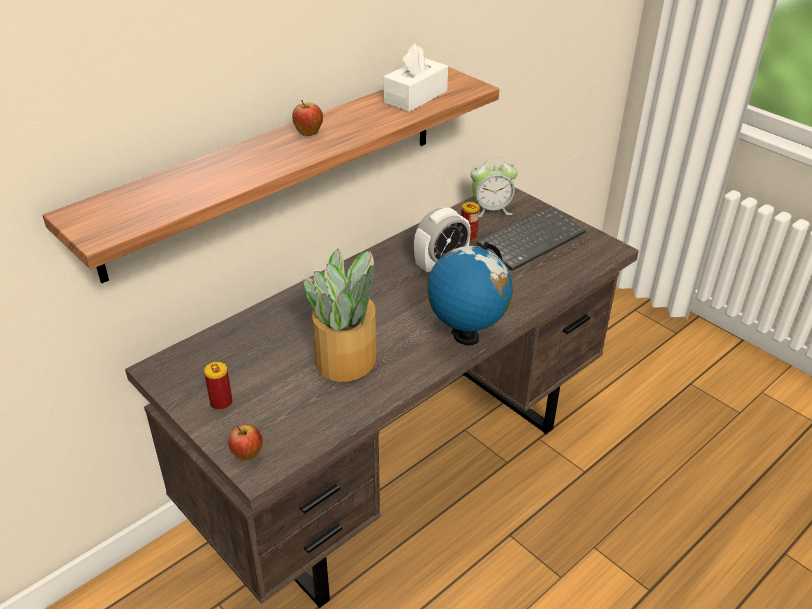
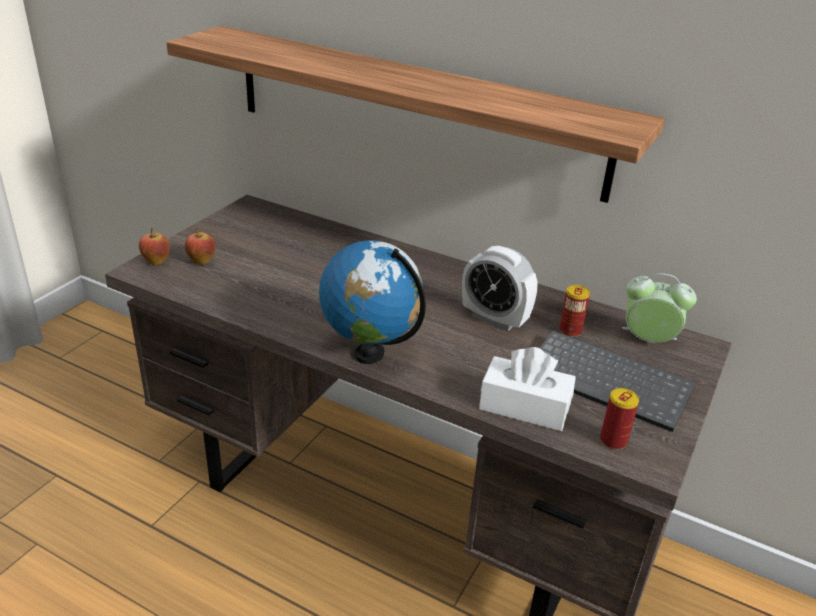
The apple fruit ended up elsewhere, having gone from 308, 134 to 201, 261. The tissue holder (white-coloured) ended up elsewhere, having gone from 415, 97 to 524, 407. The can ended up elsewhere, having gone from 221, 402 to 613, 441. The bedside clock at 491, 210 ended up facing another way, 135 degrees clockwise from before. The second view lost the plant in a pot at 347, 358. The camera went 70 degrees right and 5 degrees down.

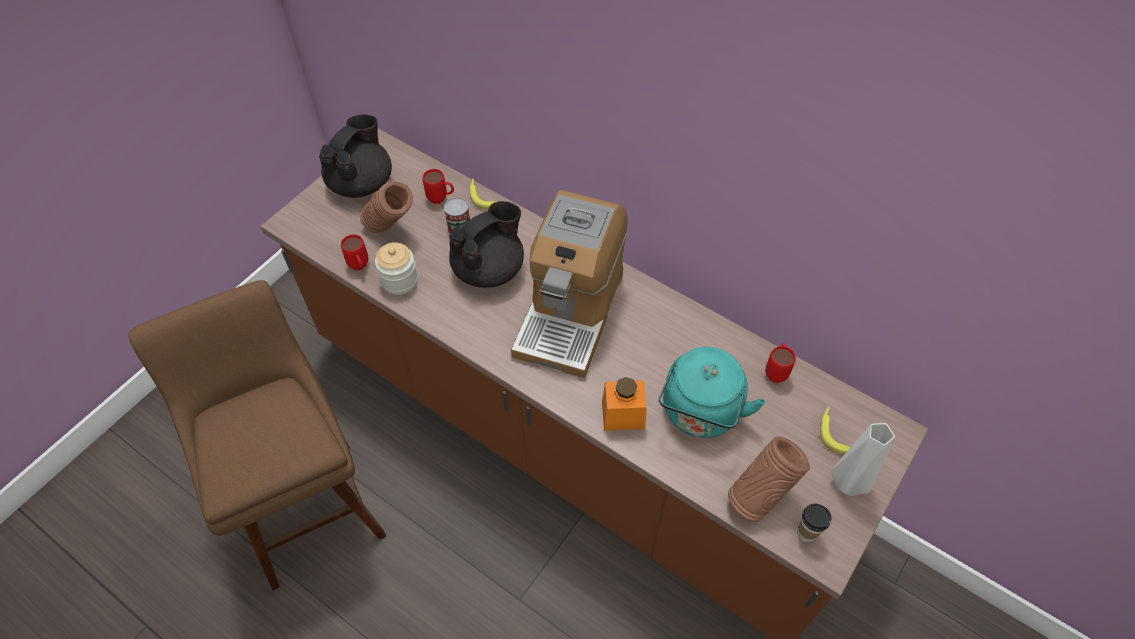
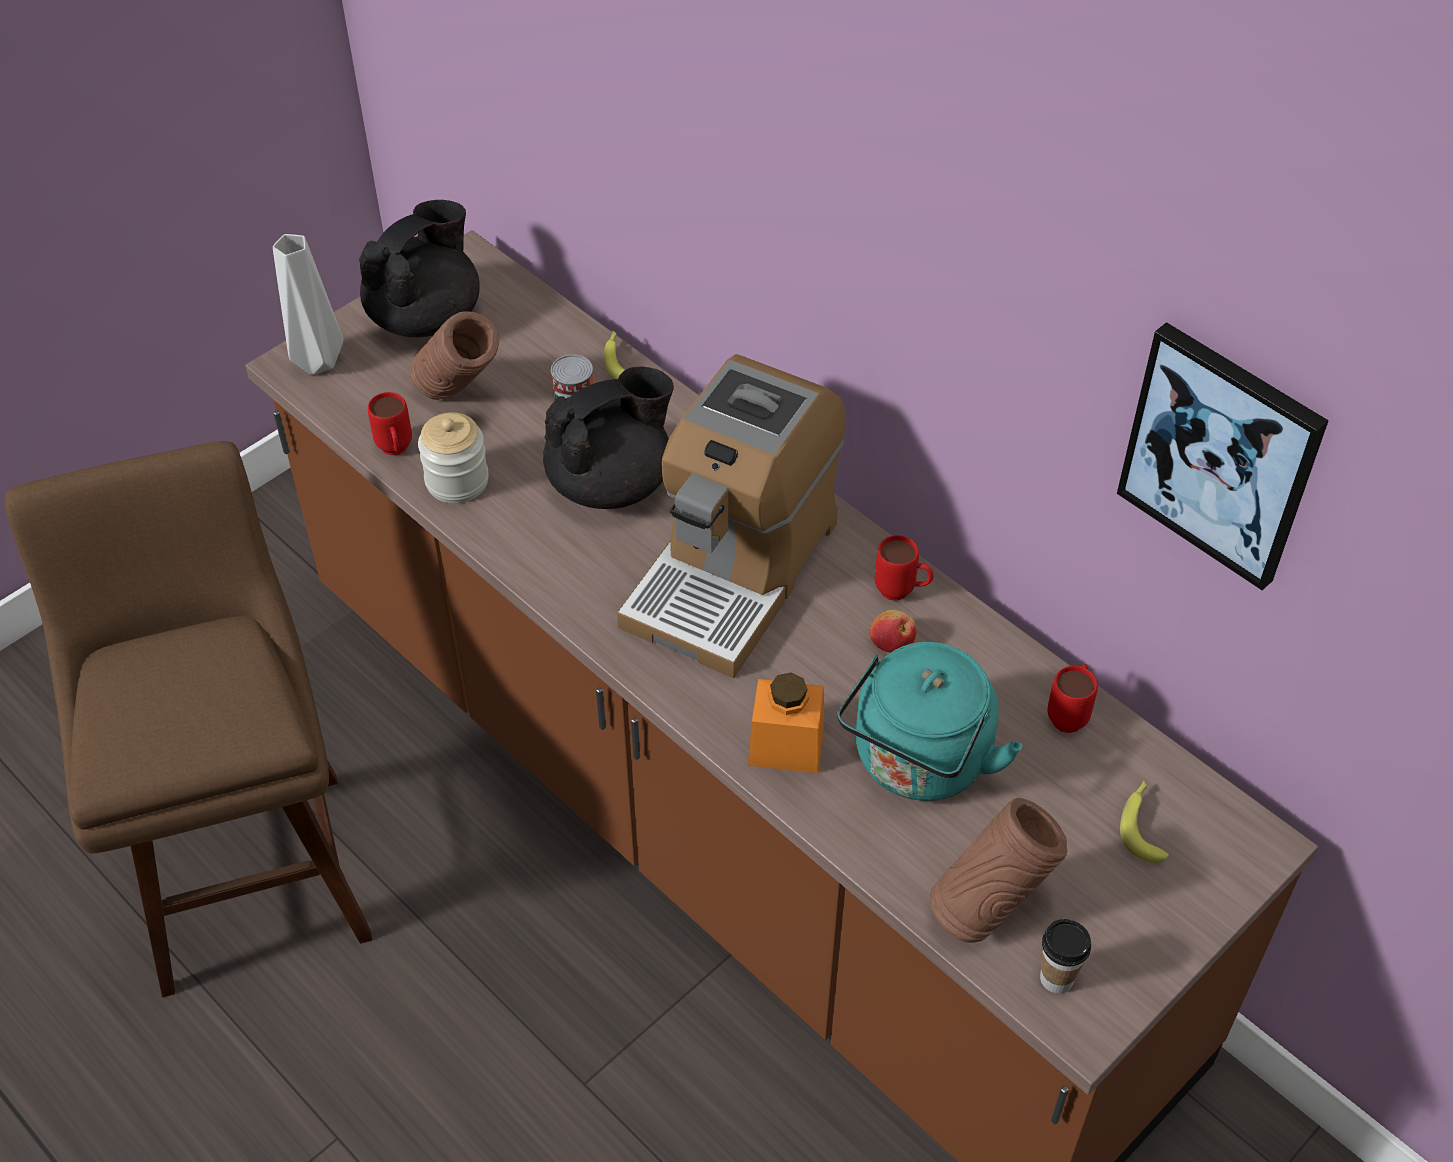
The vase (greyish) ended up elsewhere, having gone from 847, 485 to 315, 364. The second view gained the apple fruit at 892, 642. The coffee mug (reddish) ended up elsewhere, having gone from 441, 199 to 902, 592. The second view gained the wall picture at 1221, 454. The camera went 10 degrees right and 5 degrees down.

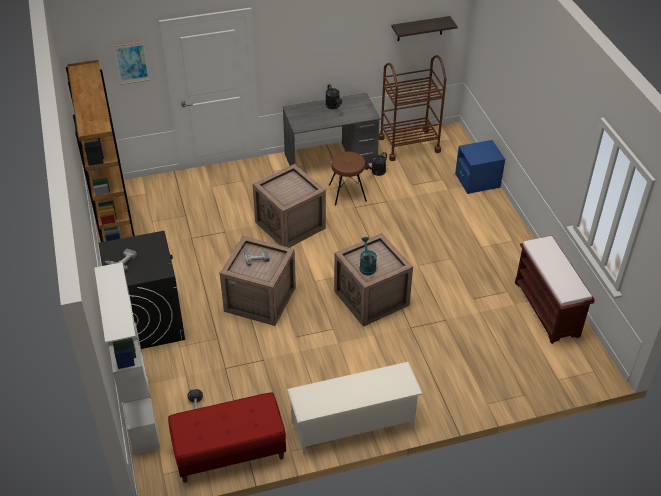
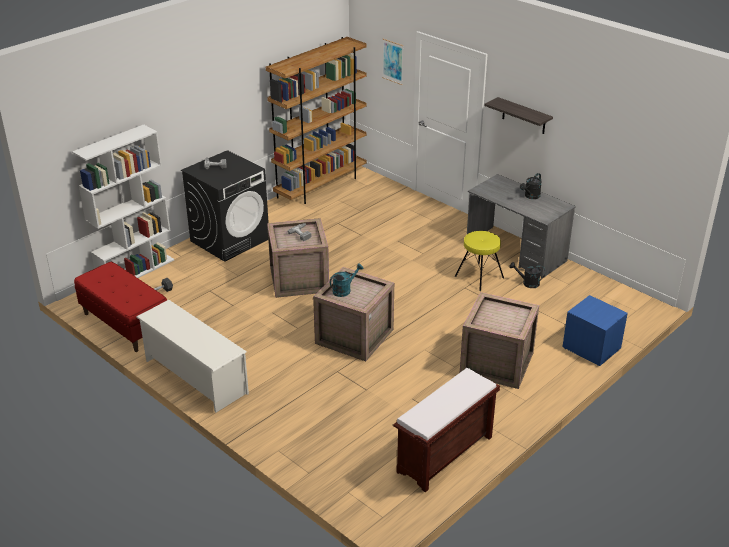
What was the stool (brown-coloured) at 347, 193 turned into the stool (yellowish) at 479, 277. The crate ended up elsewhere, having gone from 291, 225 to 497, 364. The wall shelf ended up elsewhere, having gone from 420, 28 to 524, 116. The second view lost the wheeled cart (brown-coloured) at 409, 144. The camera went 60 degrees right and 10 degrees down.

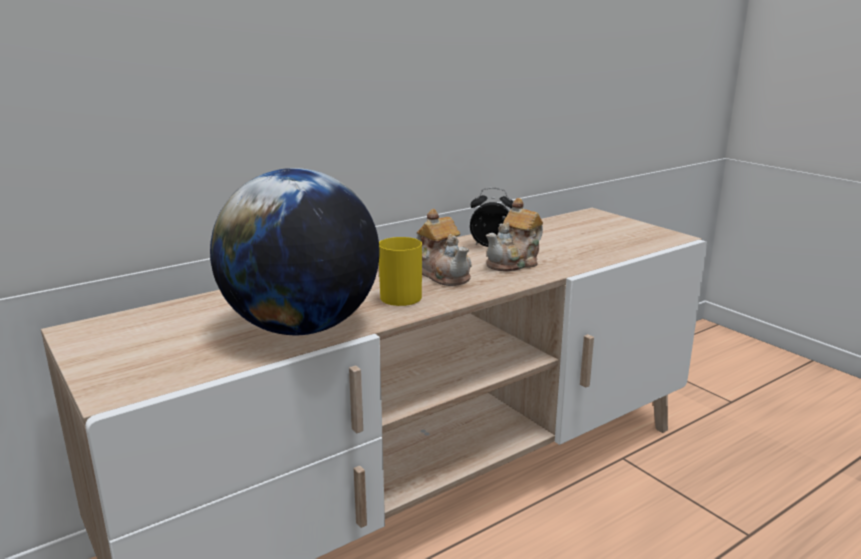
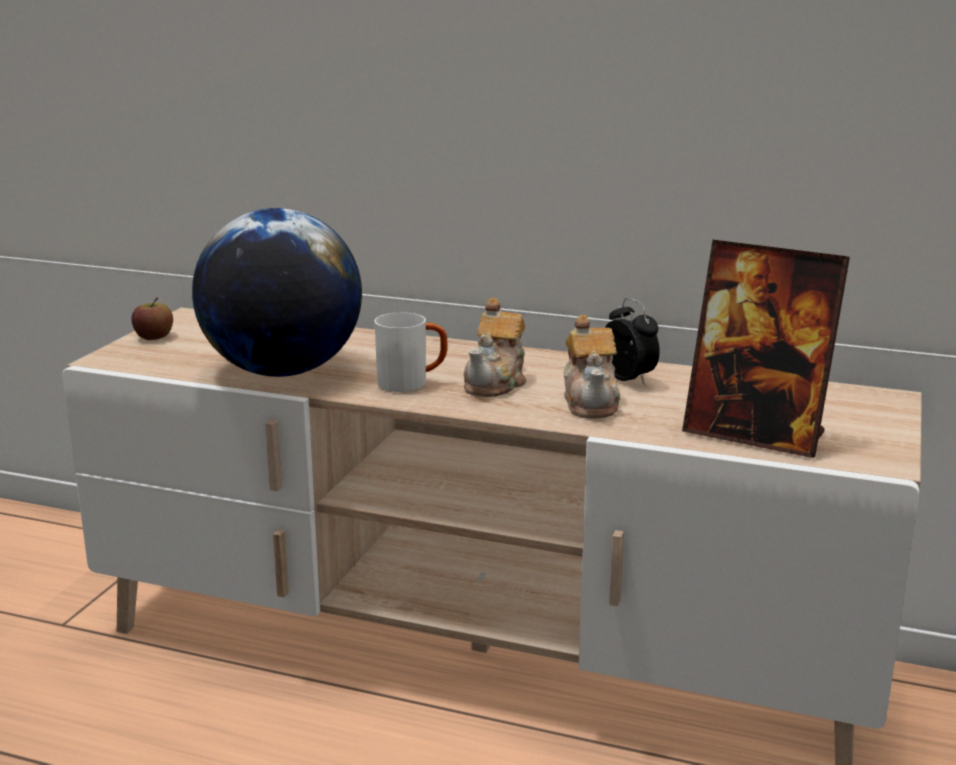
The second view gained the apple fruit at 154, 337. What was the coffee mug (yellowish) at 405, 295 turned into the coffee mug (white-coloured) at 412, 383. The teapot at 515, 263 ended up facing another way, 105 degrees counterclockwise from before. The second view gained the standing frame at 755, 435. The camera went 55 degrees right and 0 degrees up.

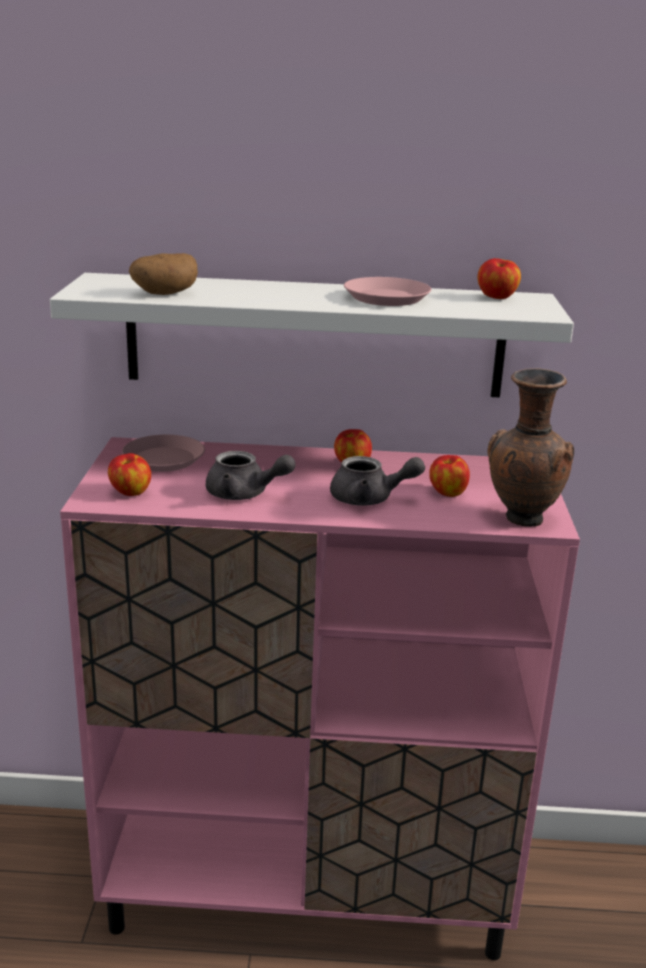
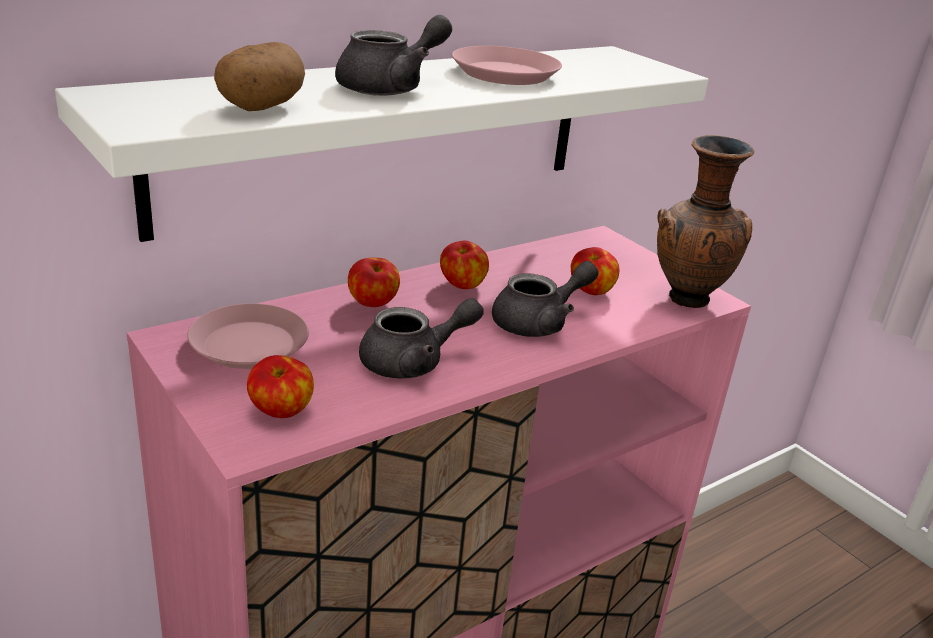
The second view gained the teapot (greyish) at 391, 88. The apple fruit ended up elsewhere, having gone from 496, 298 to 373, 304. The camera went 40 degrees left and 5 degrees up.

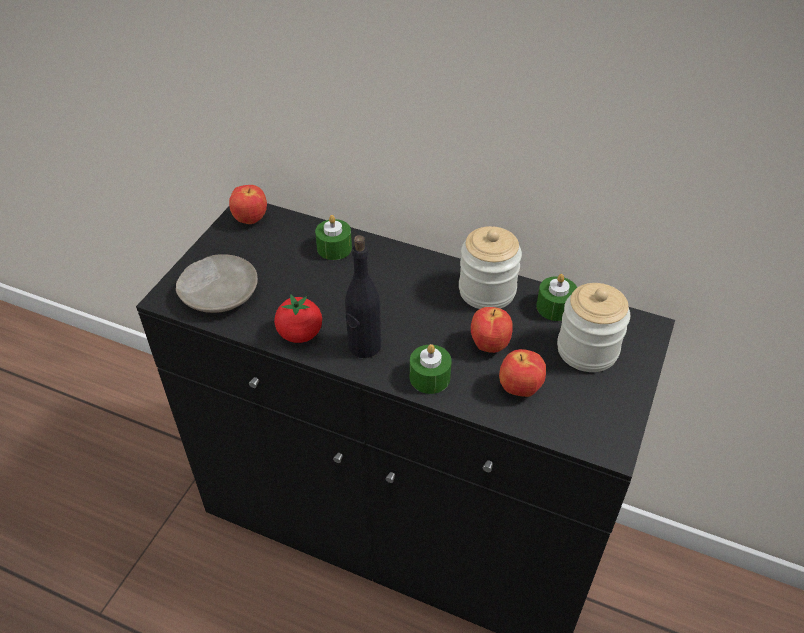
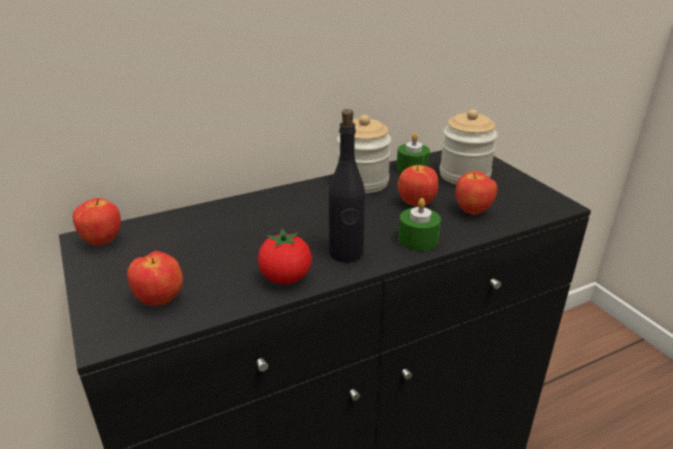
Where the flat dish (beige-coloured) stood at 220, 293, the apple fruit came to stand at 160, 300. The second view lost the wax candle (greenish) at 334, 248. The camera went 50 degrees left and 15 degrees down.

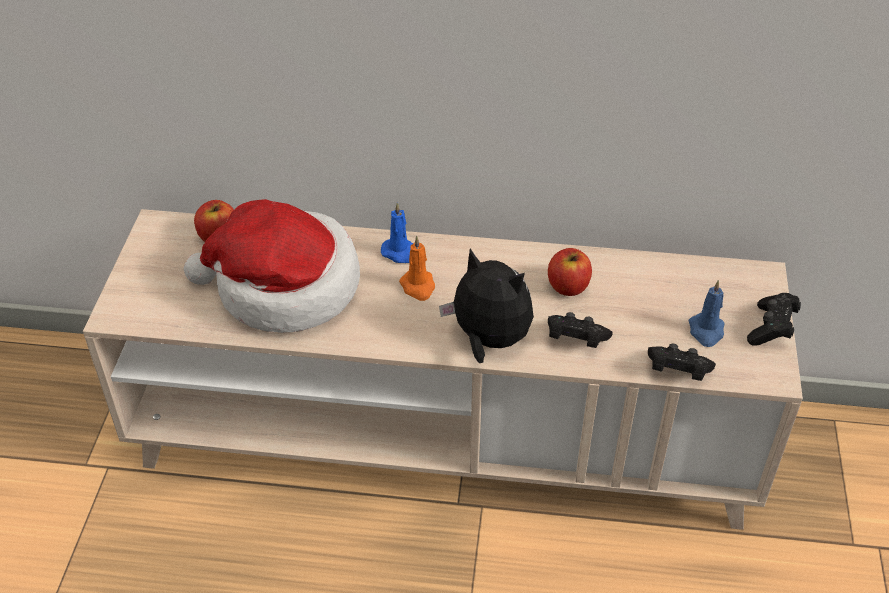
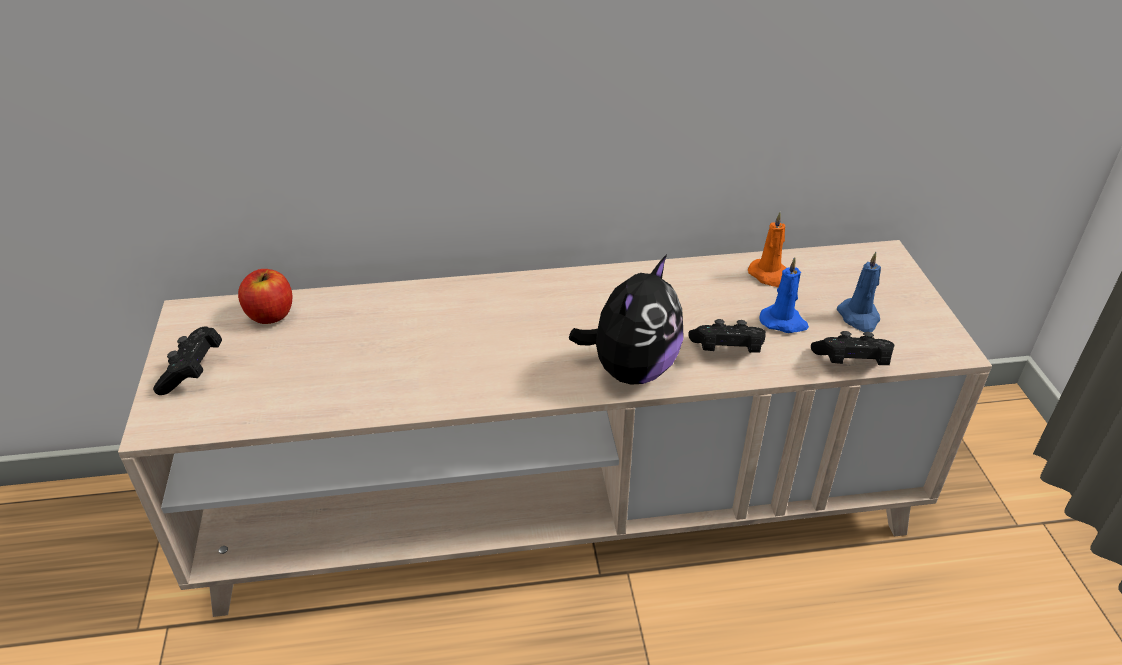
The gamepad (blackish) ended up elsewhere, having gone from 771, 329 to 193, 372. The plush toy at 488, 340 ended up facing another way, 105 degrees clockwise from before. The wax candle (orangey) ended up elsewhere, having gone from 418, 287 to 769, 275. The wax candle (blue-coloured) ended up elsewhere, having gone from 400, 253 to 784, 322. The second view lost the hat at 284, 287. The second view lost the apple fruit at 568, 286. The camera went 15 degrees left and 5 degrees down.

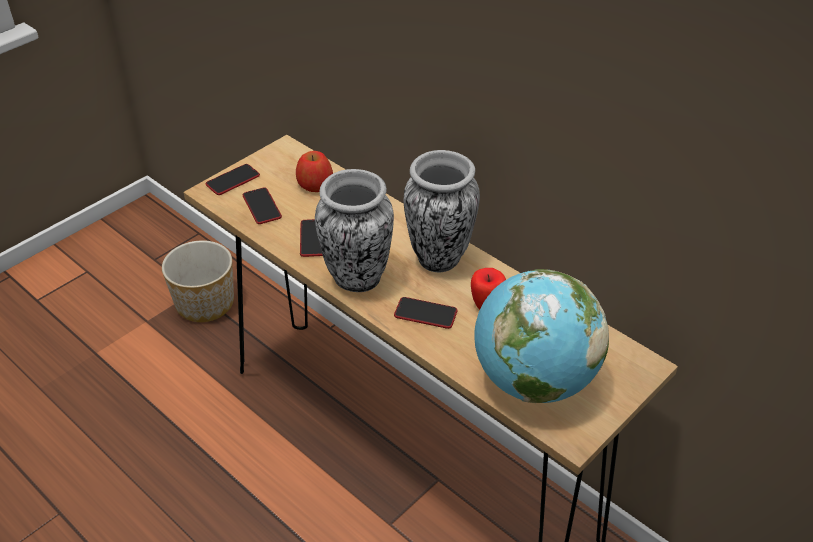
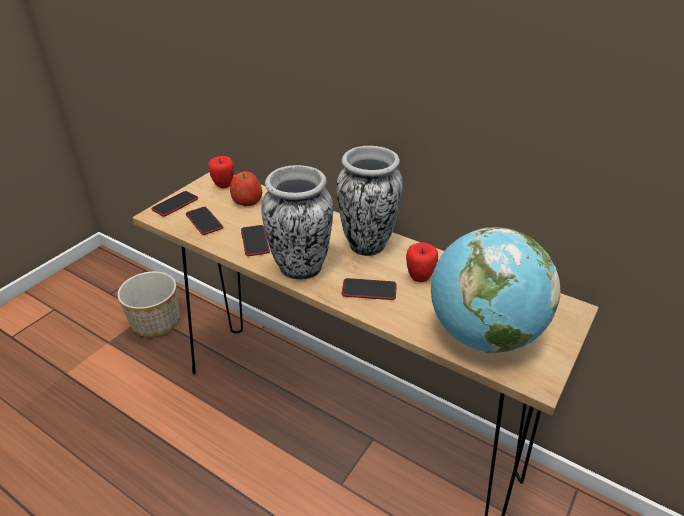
The second view gained the apple fruit at 223, 185. The camera went 10 degrees left and 5 degrees down.

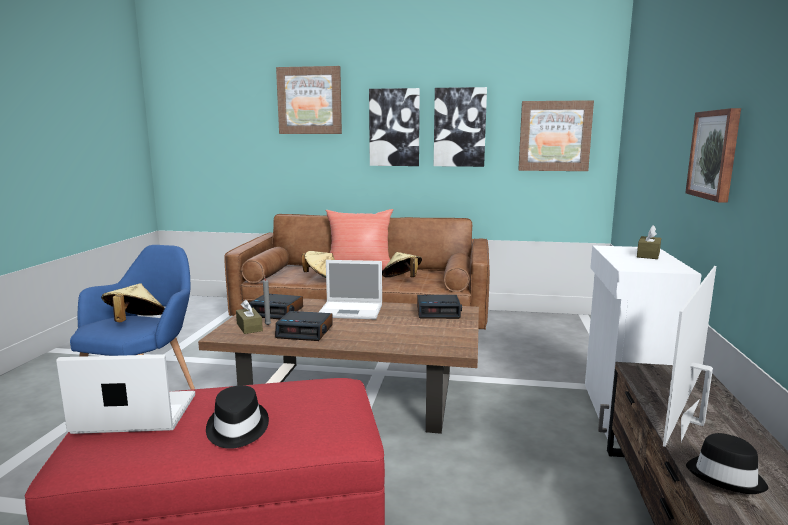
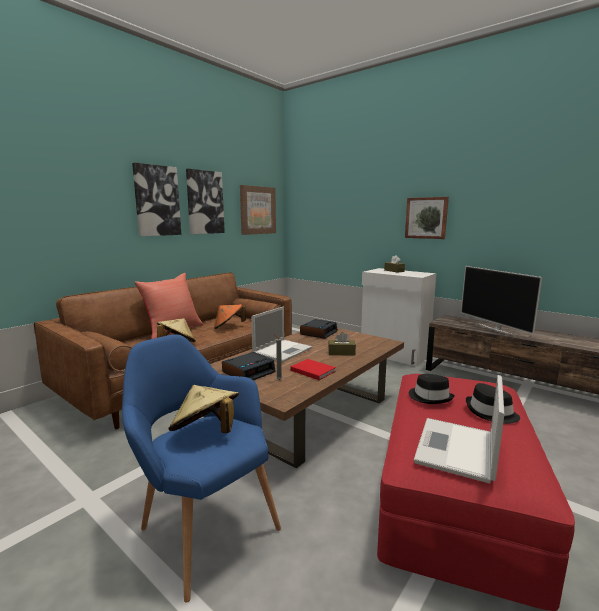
What was the hat (beige-coloured) at 402, 280 turned into the hat (orangey) at 229, 327. Where the bedside clock stood at 305, 332, the bound book (reddish) came to stand at 312, 370. The tissue holder (brown-coloured) ended up elsewhere, having gone from 249, 327 to 341, 353. The hat (blackish) ended up elsewhere, having gone from 726, 476 to 430, 397. The second view lost the wall picture at 309, 100. The camera went 60 degrees left and 0 degrees up.

